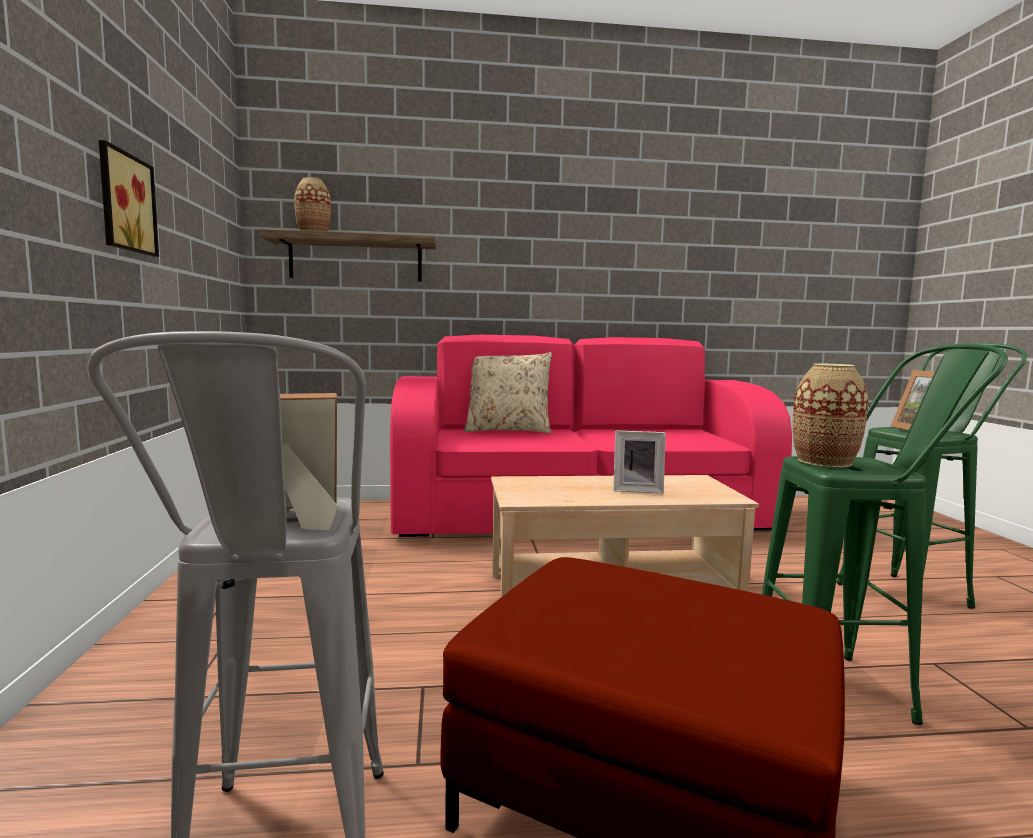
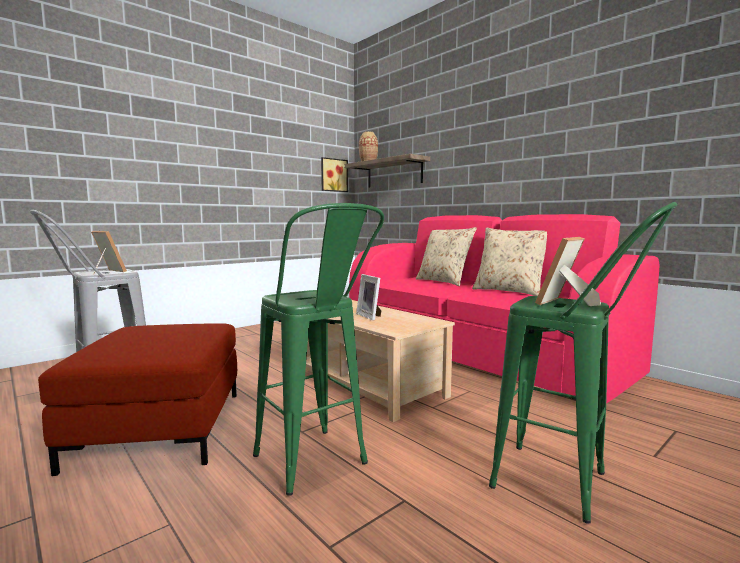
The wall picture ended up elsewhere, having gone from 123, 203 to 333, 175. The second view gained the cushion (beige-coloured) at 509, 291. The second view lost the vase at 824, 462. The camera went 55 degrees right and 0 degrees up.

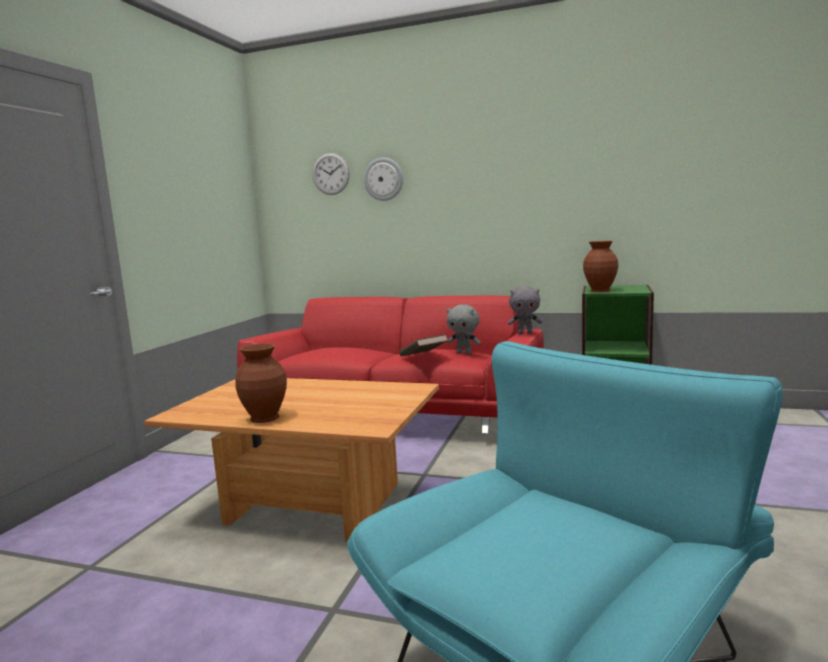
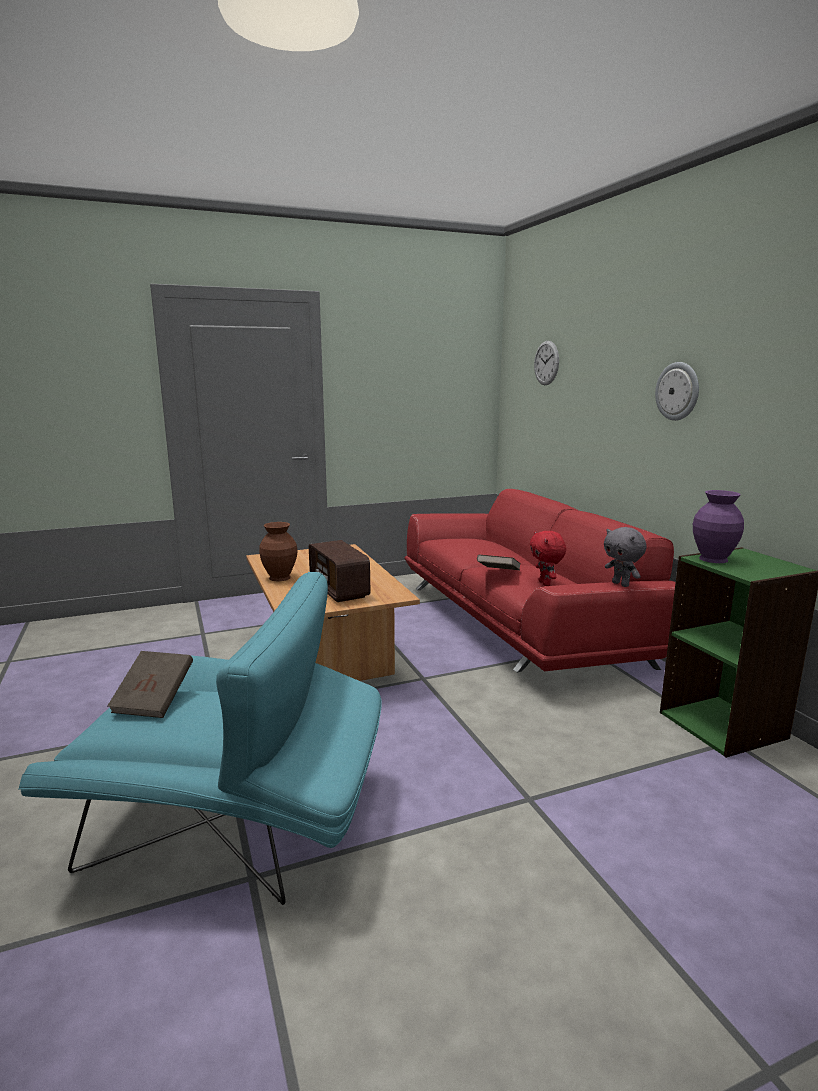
The second view gained the bound book (brown-coloured) at 154, 700. The second view gained the radio receiver at 339, 590. What was the plush toy (greyish) at 464, 353 turned into the plush toy (reddish) at 545, 584. The hanging clock ended up elsewhere, having gone from 383, 179 to 678, 391. What was the vase (brown-coloured) at 601, 291 turned into the vase (purple-coloured) at 714, 559. The camera went 50 degrees right and 5 degrees up.

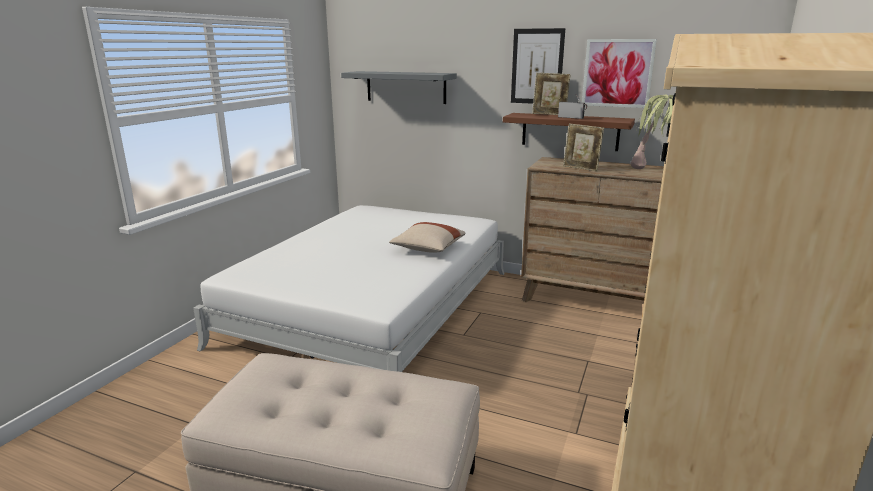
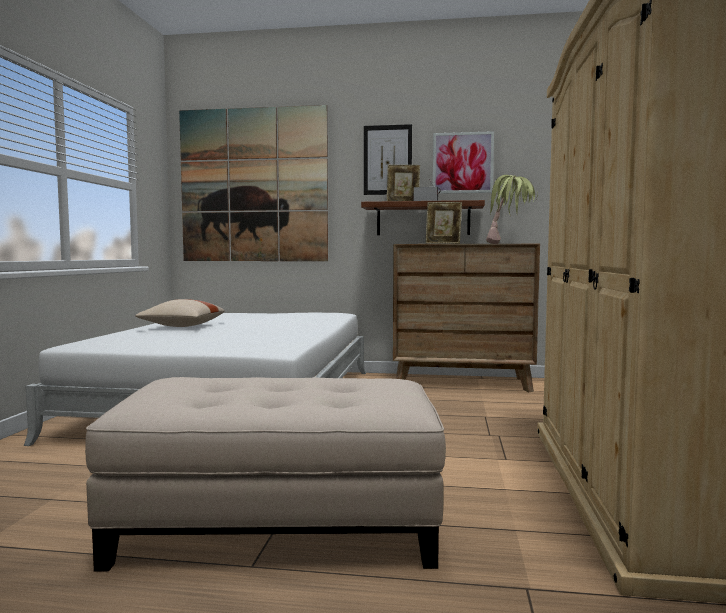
The cushion (beige-coloured) ended up elsewhere, having gone from 428, 249 to 181, 326. Where the wall shelf (greyish) hung at 406, 87, the wall picture came to hang at 253, 185. The camera went 15 degrees left and 15 degrees down.

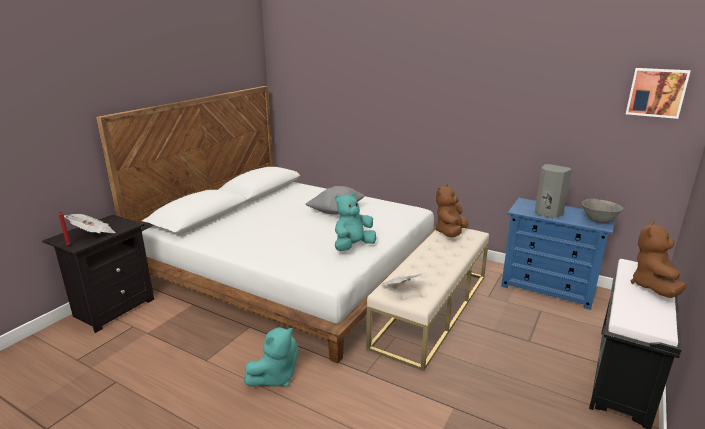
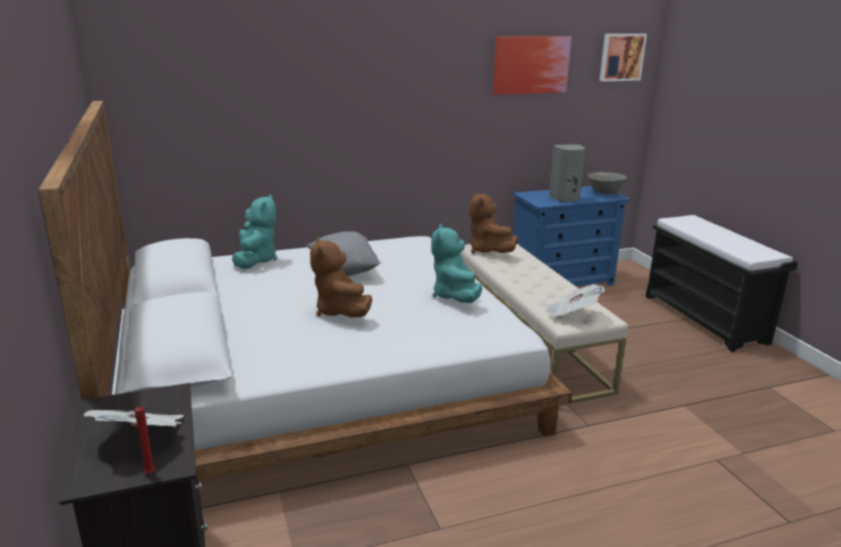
The plush toy (turquoise) ended up elsewhere, having gone from 275, 377 to 255, 260. The plush toy (brown-coloured) ended up elsewhere, having gone from 653, 287 to 340, 312. The second view gained the wall picture at 531, 65. The camera went 50 degrees left and 0 degrees up.

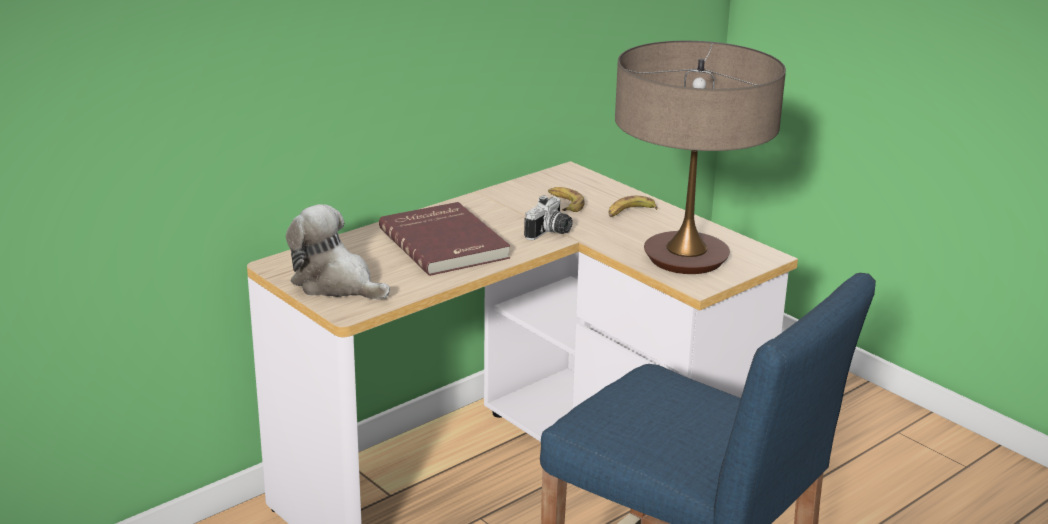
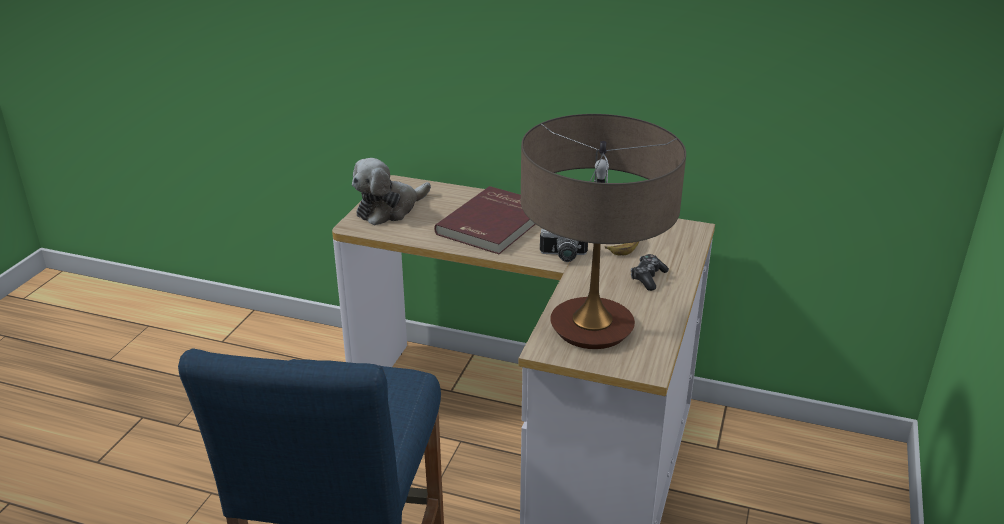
The plush toy at 336, 284 ended up facing another way, 135 degrees counterclockwise from before. Where the banana fruit stood at 630, 213, the gamepad came to stand at 648, 278. The camera went 60 degrees right and 5 degrees up.

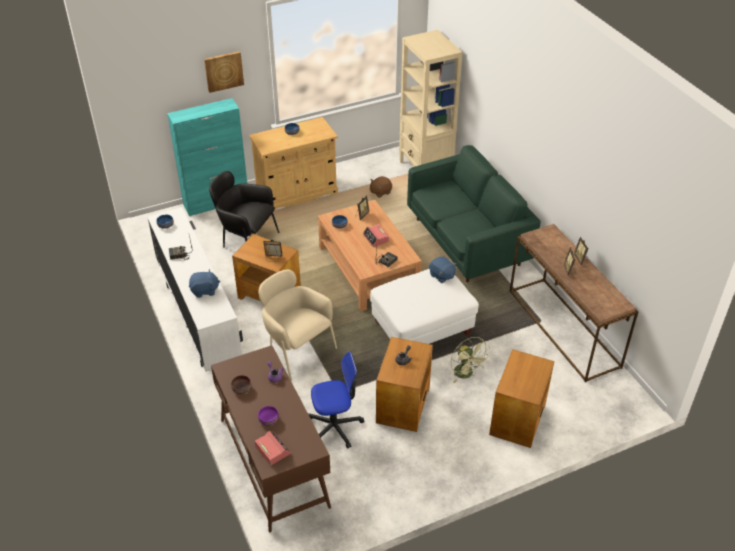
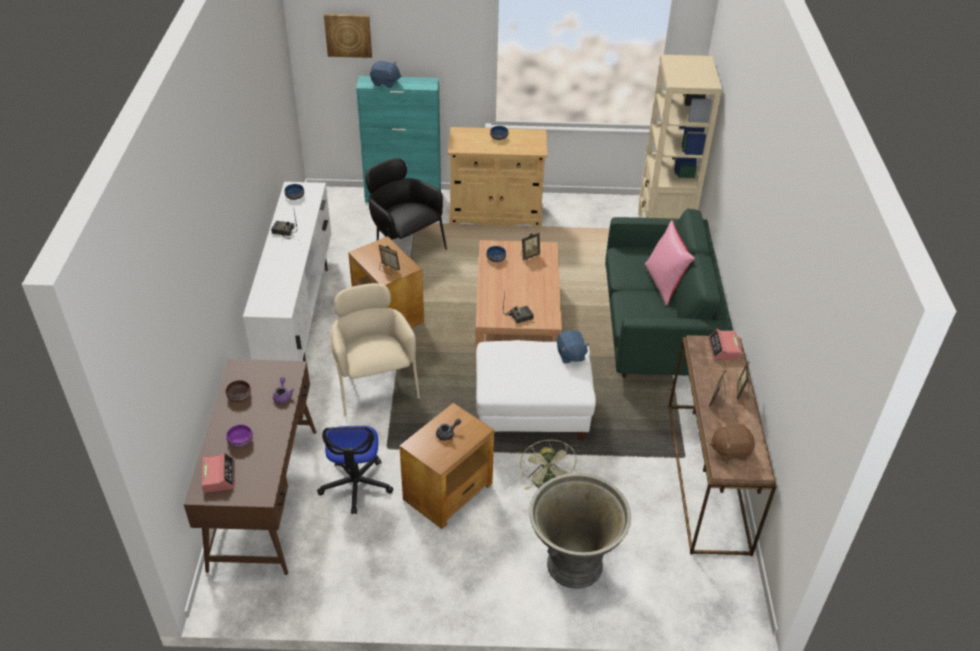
The desk chair at 335, 426 ended up facing another way, 75 degrees clockwise from before. The wall picture ended up elsewhere, having gone from 223, 71 to 348, 35. The plush toy (blue-coloured) ended up elsewhere, having gone from 204, 291 to 385, 83. Where the accent table (brown-coloured) stood at 518, 419, the flower pot (greyish) came to stand at 573, 564. The second view gained the cushion (pinkish) at 664, 283. The bedside clock ended up elsewhere, having gone from 376, 238 to 723, 349. The plush toy (brown-coloured) ended up elsewhere, having gone from 380, 192 to 730, 450. The camera went 25 degrees right and 0 degrees up.

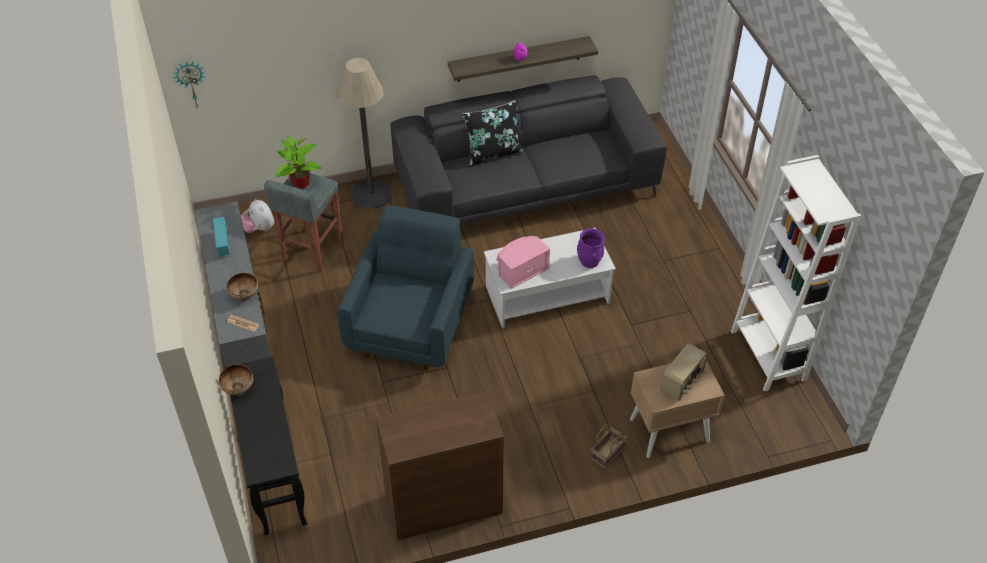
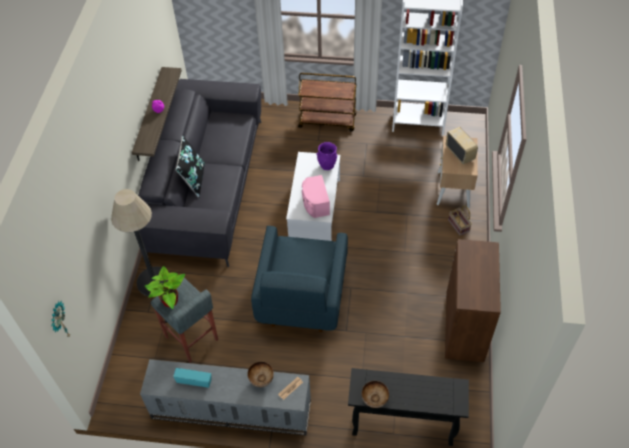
The armchair (blue-coloured) at 411, 325 ended up facing another way, 120 degrees counterclockwise from before. The second view gained the wheeled cart (brown-coloured) at 328, 121. The second view lost the plush toy at 259, 229. The camera went 65 degrees left and 5 degrees up.

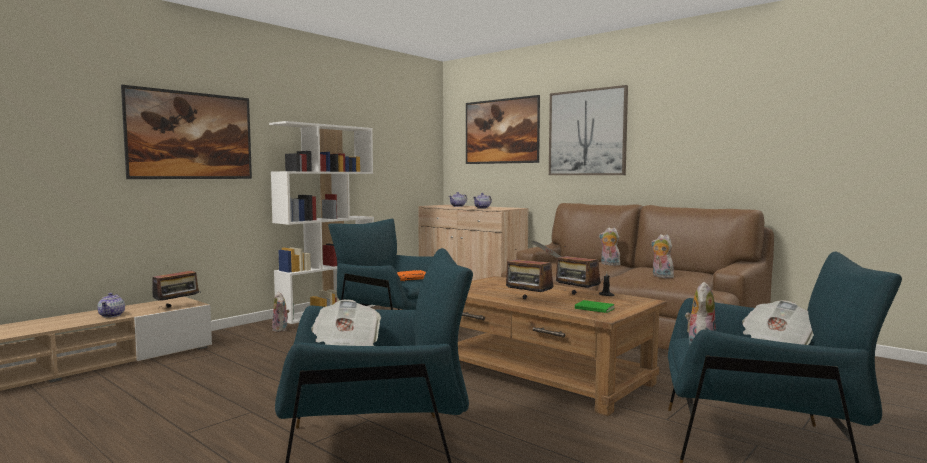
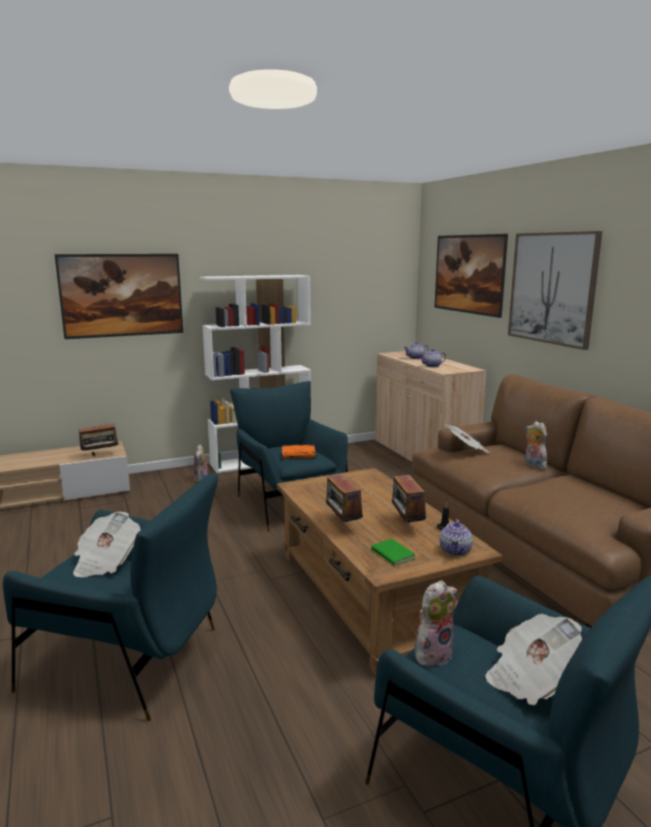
The teapot ended up elsewhere, having gone from 112, 315 to 455, 550. The second view lost the plush toy at 661, 276. The camera went 25 degrees right and 10 degrees up.

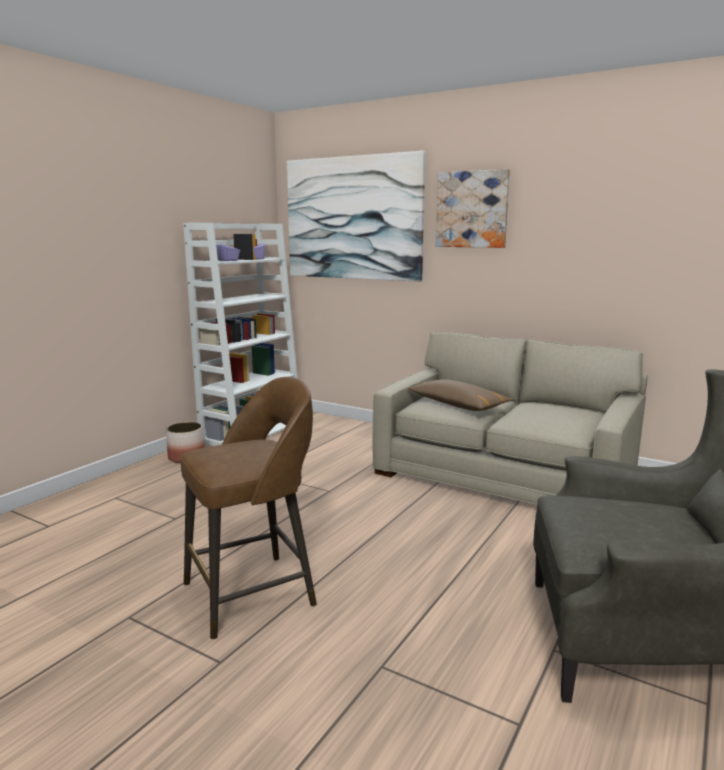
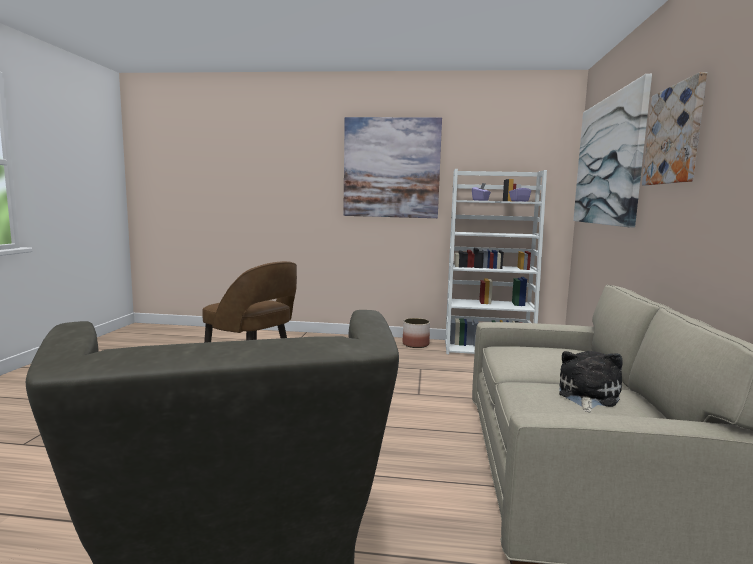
The second view gained the wall picture at 391, 168. The second view gained the plush toy at 587, 396. The second view lost the cushion (brown-coloured) at 458, 405. The camera went 65 degrees right and 5 degrees down.

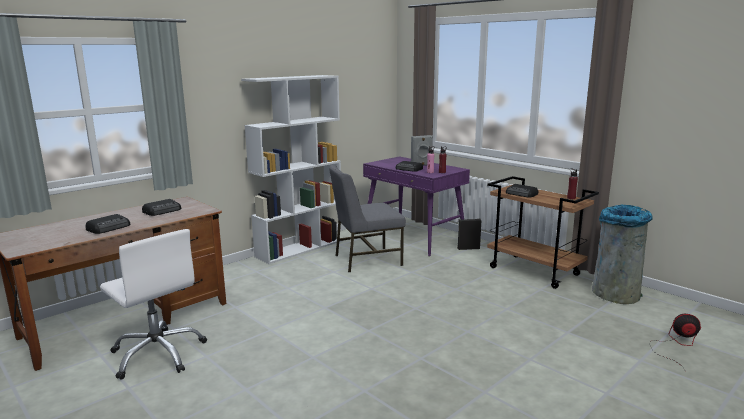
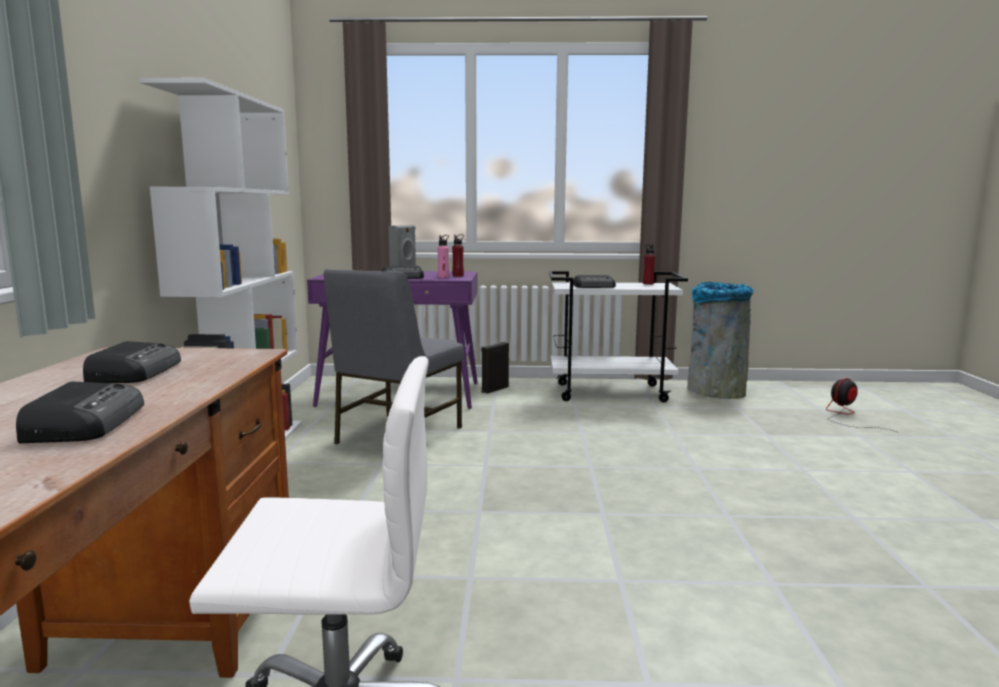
What was the wheeled cart (brown-coloured) at 535, 271 turned into the wheeled cart (white-coloured) at 611, 392. The camera went 45 degrees left and 5 degrees down.

